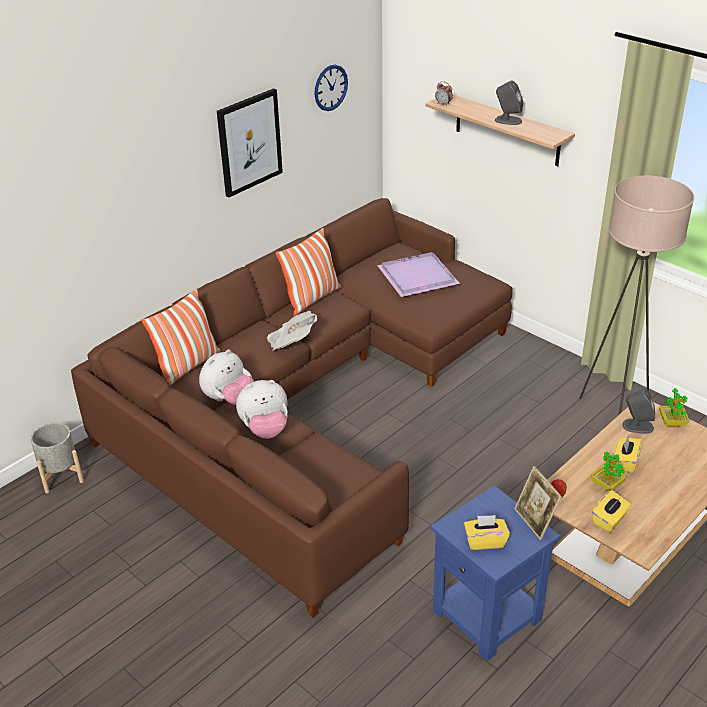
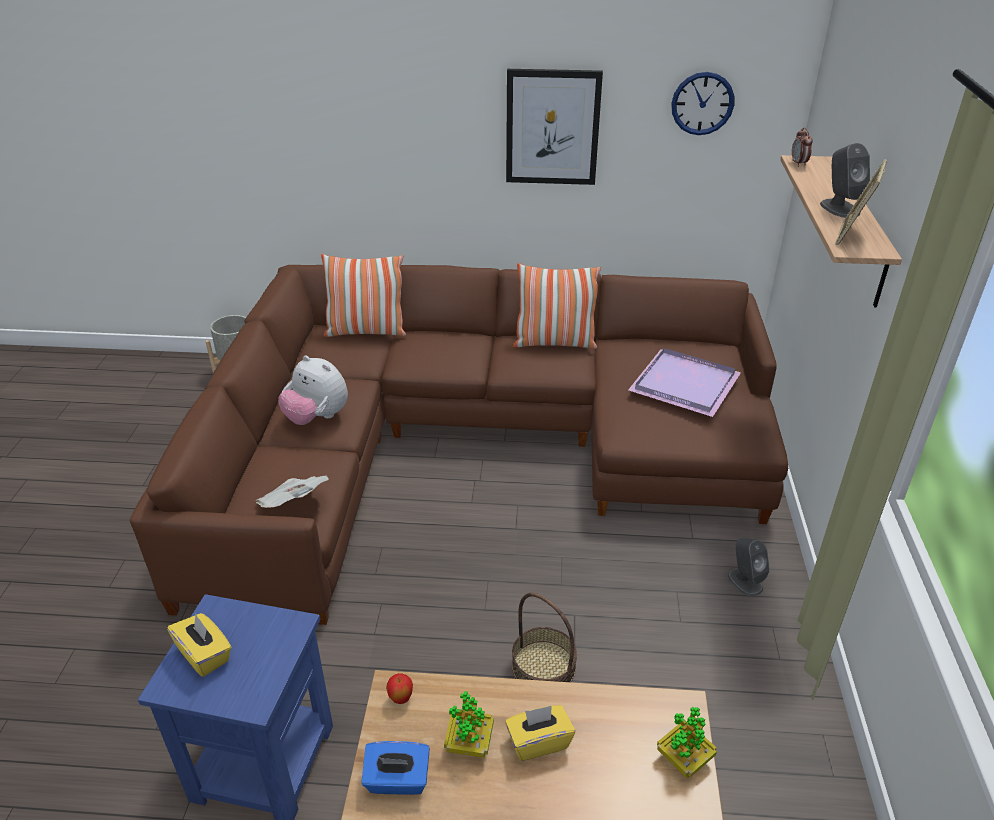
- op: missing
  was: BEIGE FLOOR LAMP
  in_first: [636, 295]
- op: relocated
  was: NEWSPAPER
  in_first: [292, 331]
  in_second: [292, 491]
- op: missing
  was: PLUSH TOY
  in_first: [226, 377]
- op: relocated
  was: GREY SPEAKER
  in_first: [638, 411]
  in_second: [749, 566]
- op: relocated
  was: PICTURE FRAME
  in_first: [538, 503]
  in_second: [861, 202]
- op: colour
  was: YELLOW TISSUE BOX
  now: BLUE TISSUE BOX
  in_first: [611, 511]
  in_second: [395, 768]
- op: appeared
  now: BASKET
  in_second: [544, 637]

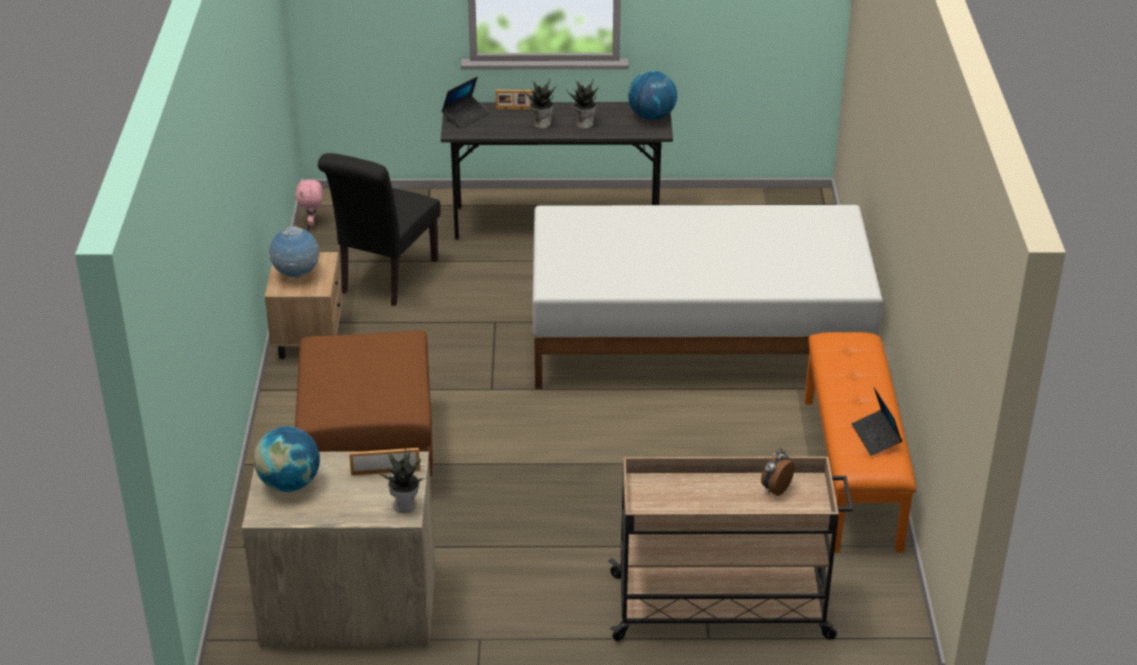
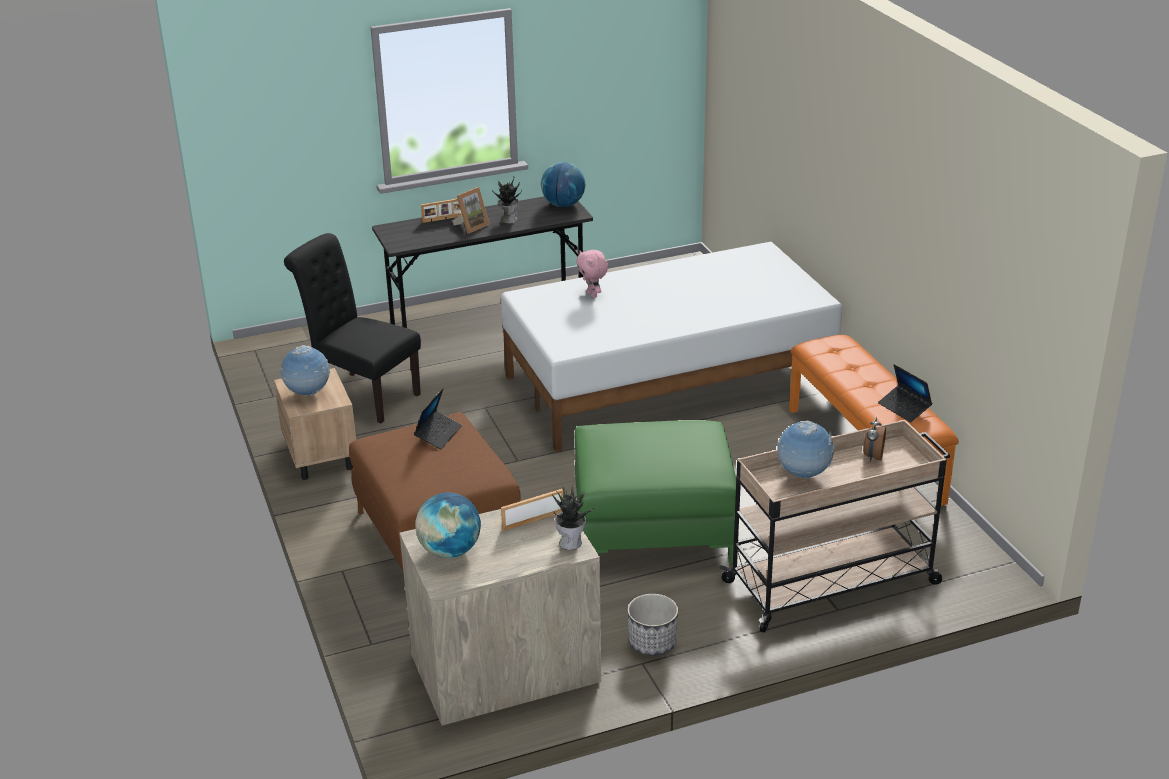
- op: relocated
  was: LAPTOP
  in_first: [466, 103]
  in_second: [438, 419]
- op: exchanged
  was: POTTED PLANT
  now: PICTURE FRAME
  in_first: [539, 103]
  in_second: [471, 210]
- op: spun
  was: BLACK CHAIR
  in_first: [379, 229]
  in_second: [352, 328]
  clockwise: 120
- op: relocated
  was: PINK PLUSH TOY
  in_first: [309, 202]
  in_second: [592, 274]
- op: appeared
  now: GREEN OTTOMAN
  in_second: [655, 492]
- op: appeared
  now: GLOBE
  in_second: [805, 449]
- op: appeared
  now: PLANTER
  in_second: [653, 624]

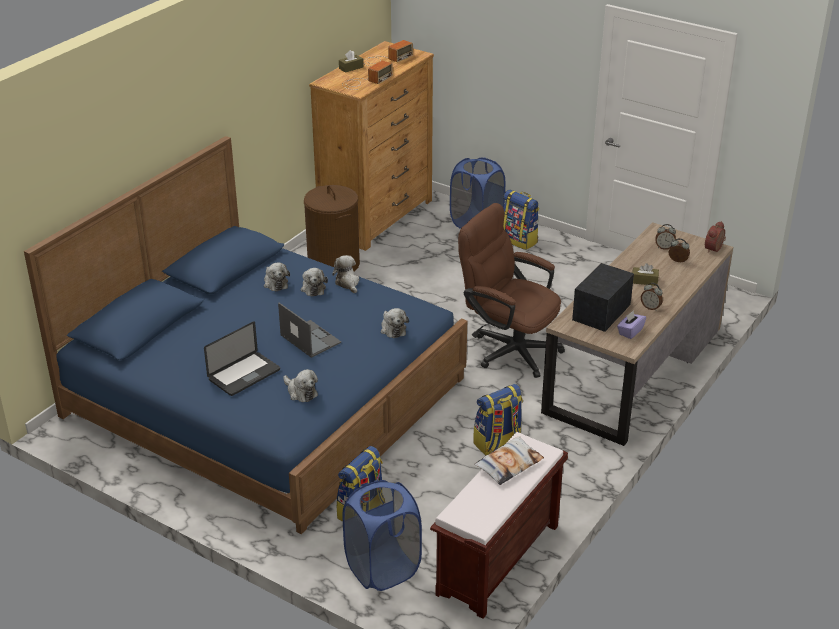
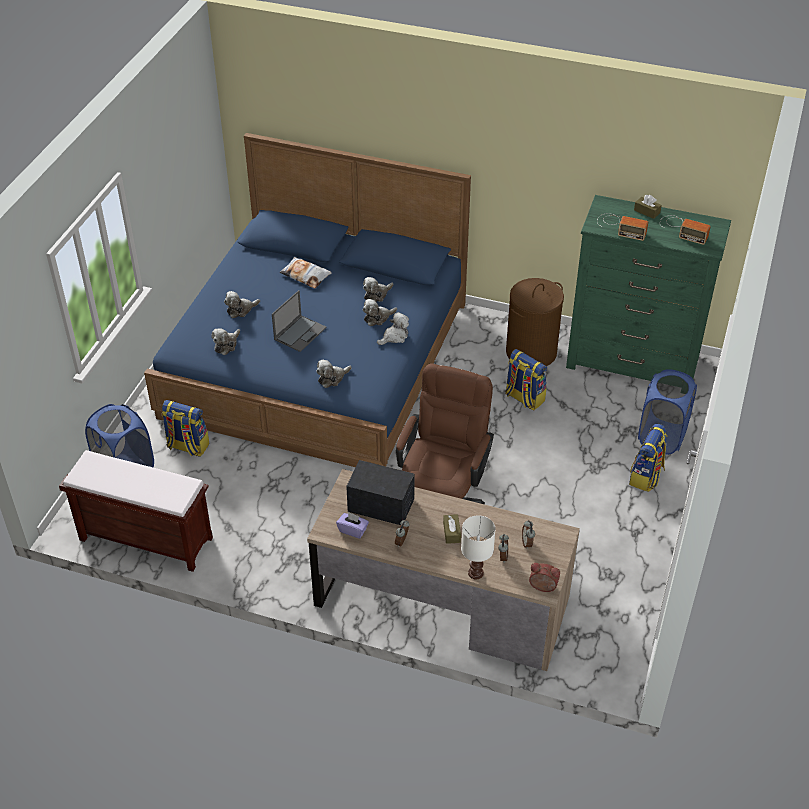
- op: colour
  was: BROWN DRESSER
  now: GREEN DRESSER
  in_first: [371, 146]
  in_second: [648, 288]
- op: exchanged
  was: LAPTOP
  now: PLUSH TOY
  in_first: [242, 358]
  in_second: [242, 304]
- op: relocated
  was: BACKPACK
  in_first: [498, 419]
  in_second: [526, 380]
- op: relocated
  was: PILLOW
  in_first: [509, 460]
  in_second: [305, 272]
- op: appeared
  now: WHITE TABLE LAMP
  in_second: [478, 547]

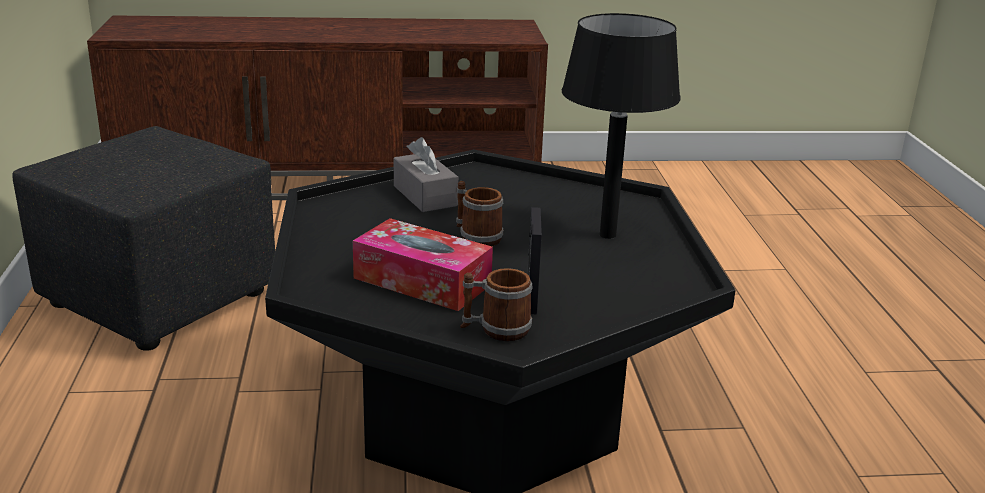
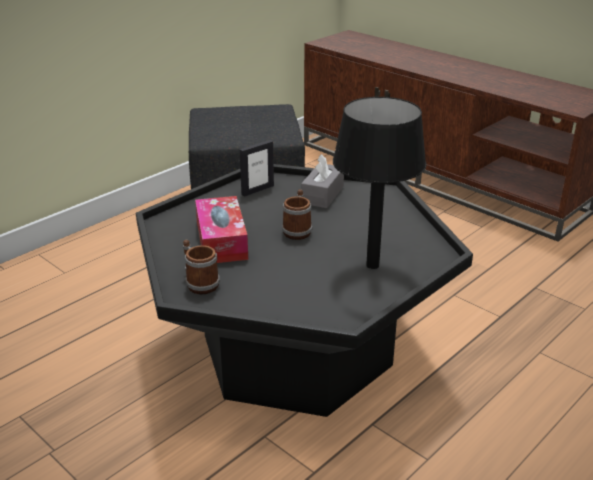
- op: relocated
  was: PICTURE FRAME
  in_first: [534, 260]
  in_second: [257, 168]

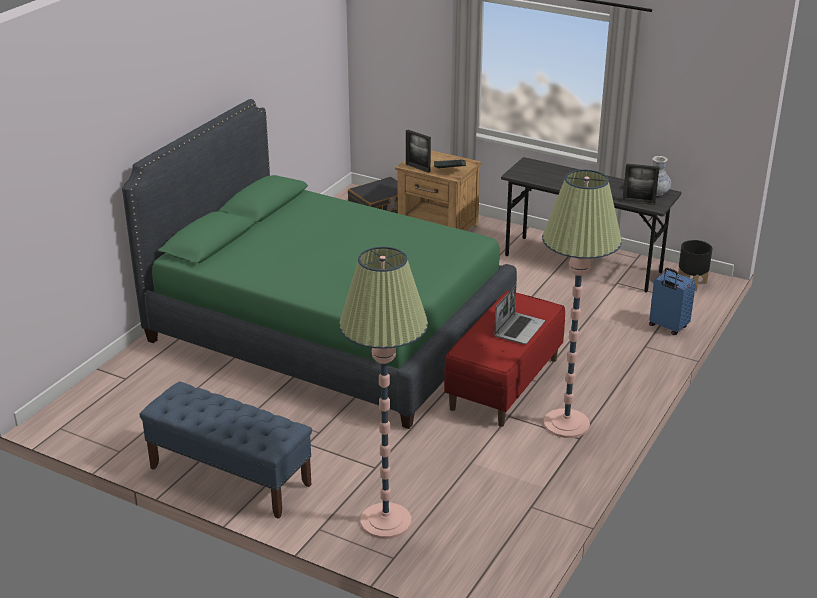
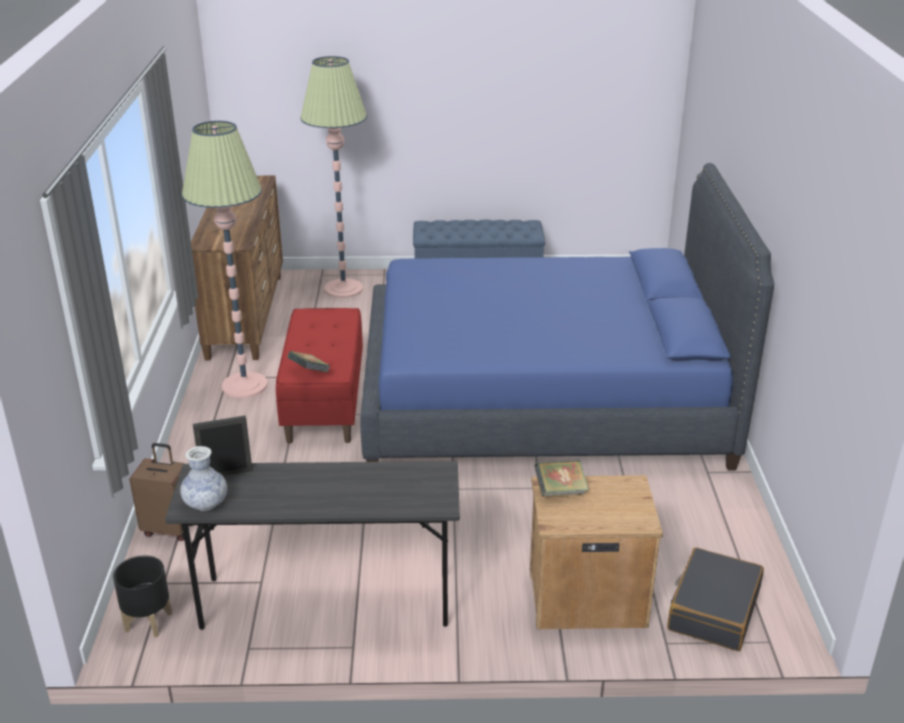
- op: colour
  was: GREEN BED
  now: BLUE BED
  in_first: [319, 264]
  in_second: [567, 316]
- op: missing
  was: PICTURE FRAME
  in_first: [418, 151]
- op: colour
  was: BLUE SUITCASE
  now: BROWN SUITCASE
  in_first: [672, 301]
  in_second: [161, 492]
- op: missing
  was: LAPTOP
  in_first: [519, 314]
- op: appeared
  now: BROWN DRESSER
  in_second: [237, 268]
- op: appeared
  now: BOOK
  in_second: [308, 361]

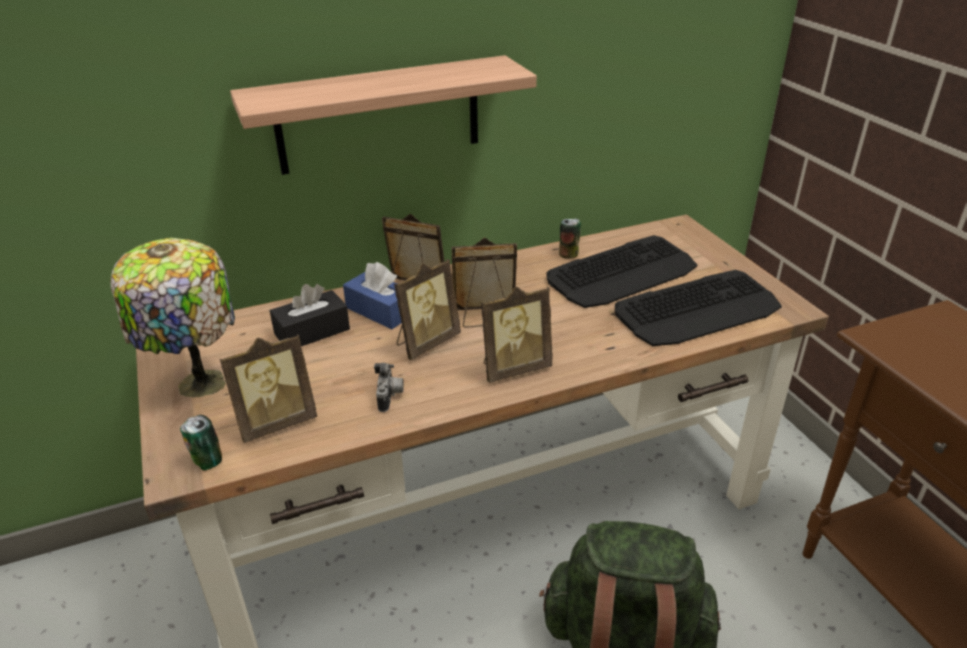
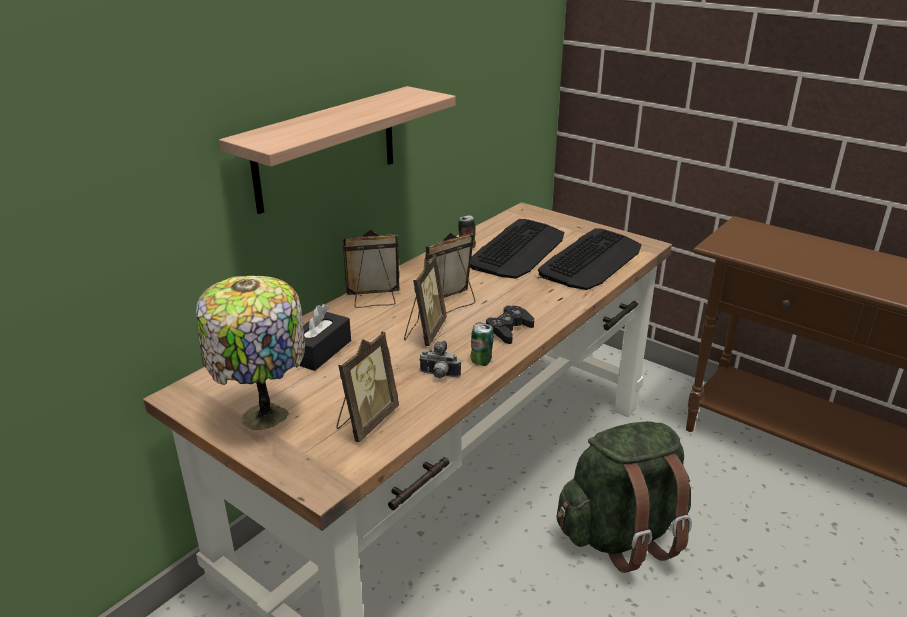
- op: missing
  was: BLUE TISSUE BOX
  in_first: [372, 295]
- op: exchanged
  was: PICTURE FRAME
  now: BLACK GAME CONTROLLER
  in_first: [516, 335]
  in_second: [510, 324]
- op: spun
  was: PHOTO CAMERA
  in_first: [389, 387]
  in_second: [440, 359]
  clockwise: 135
- op: relocated
  was: CAN
  in_first: [201, 443]
  in_second: [482, 344]

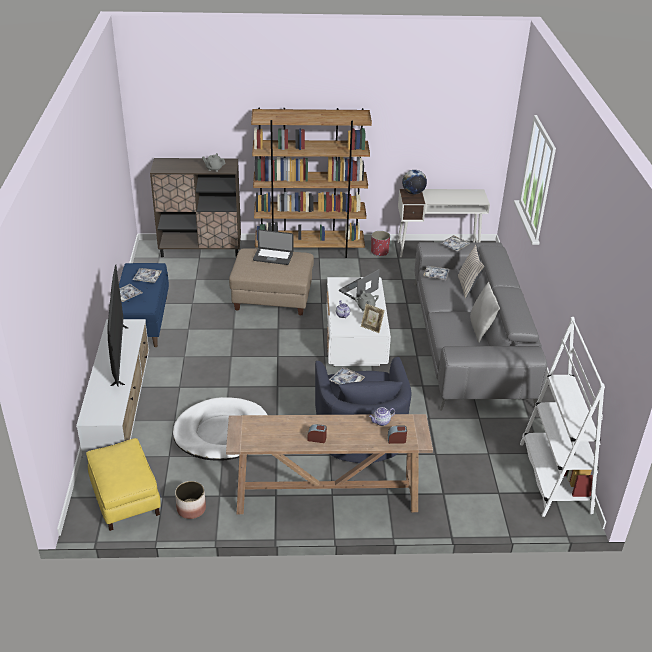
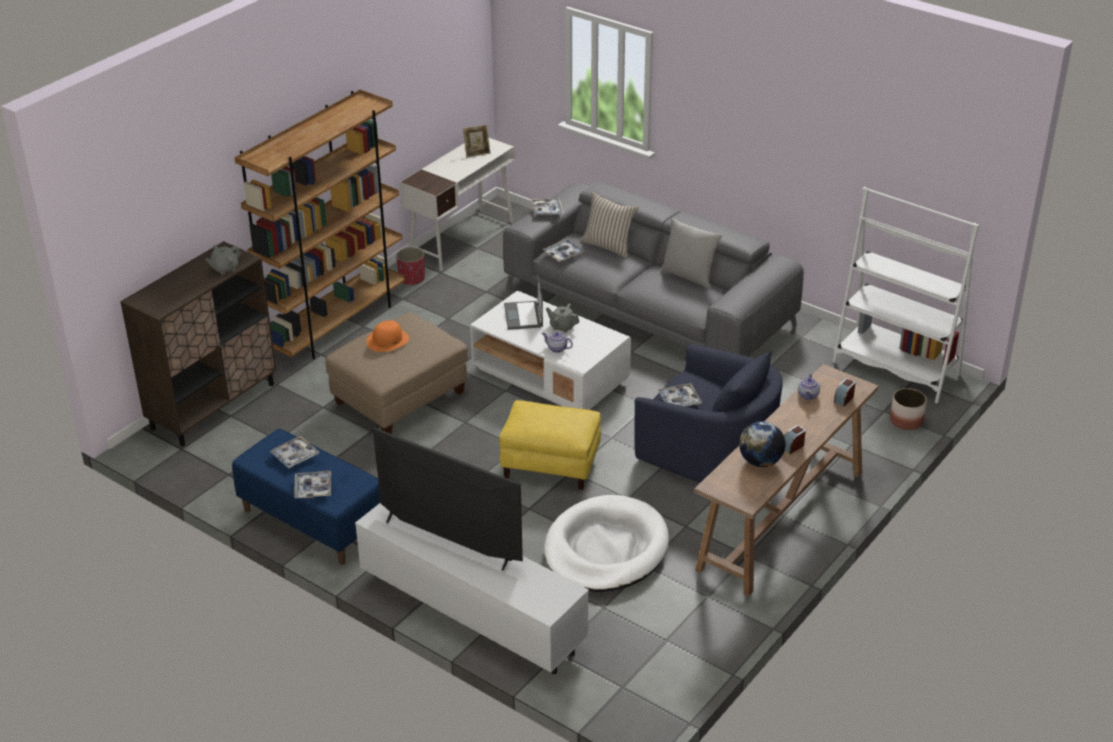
- op: relocated
  was: GLOBE
  in_first: [414, 182]
  in_second: [762, 444]
- op: exchanged
  was: LAPTOP
  now: ORANGE HAT
  in_first: [273, 247]
  in_second: [387, 336]
- op: relocated
  was: PICTURE FRAME
  in_first: [373, 318]
  in_second: [477, 141]
- op: relocated
  was: YELLOW OTTOMAN
  in_first: [123, 484]
  in_second: [550, 445]
- op: relocated
  was: PLANTER
  in_first: [190, 500]
  in_second: [908, 409]

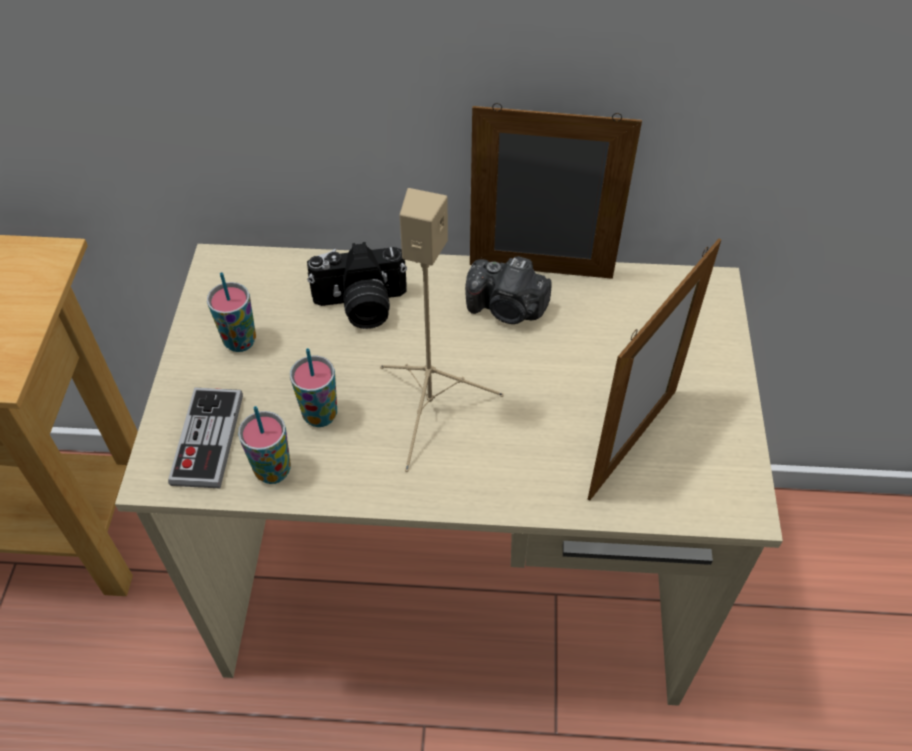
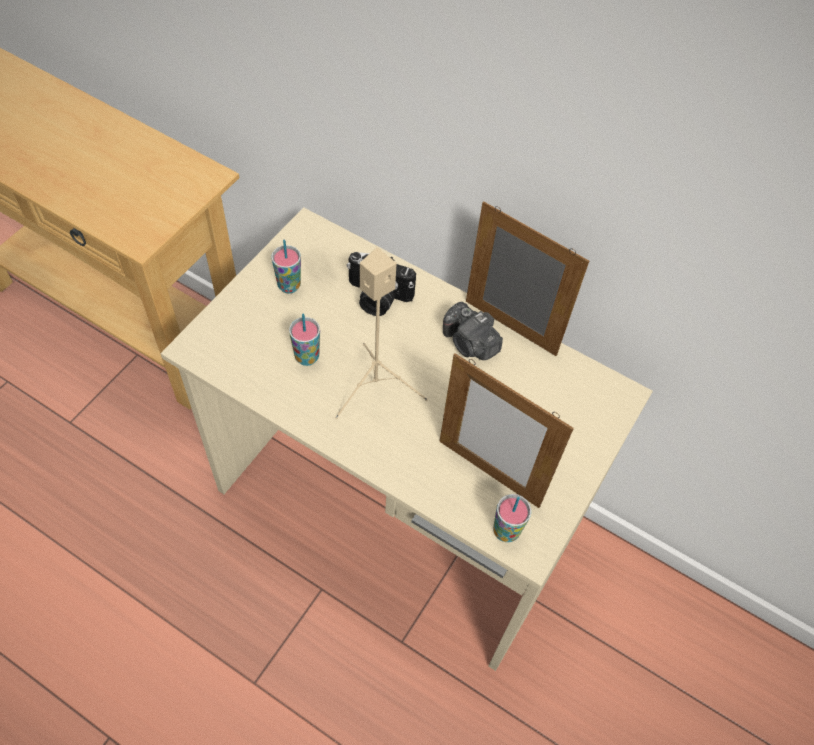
- op: spun
  was: PICTURE FRAME
  in_first: [654, 369]
  in_second: [506, 430]
  clockwise: 60
- op: missing
  was: GAME CONTROLLER
  in_first: [205, 437]
- op: relocated
  was: CUP
  in_first: [264, 445]
  in_second: [512, 518]

